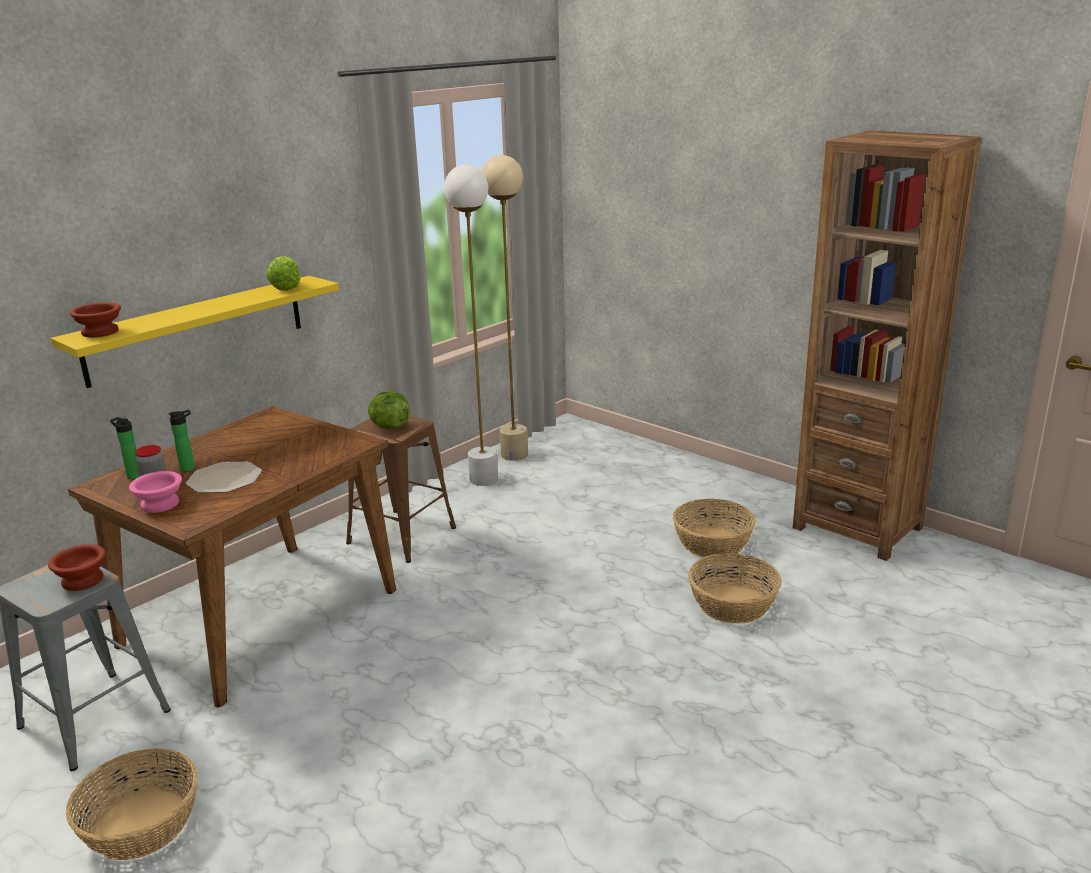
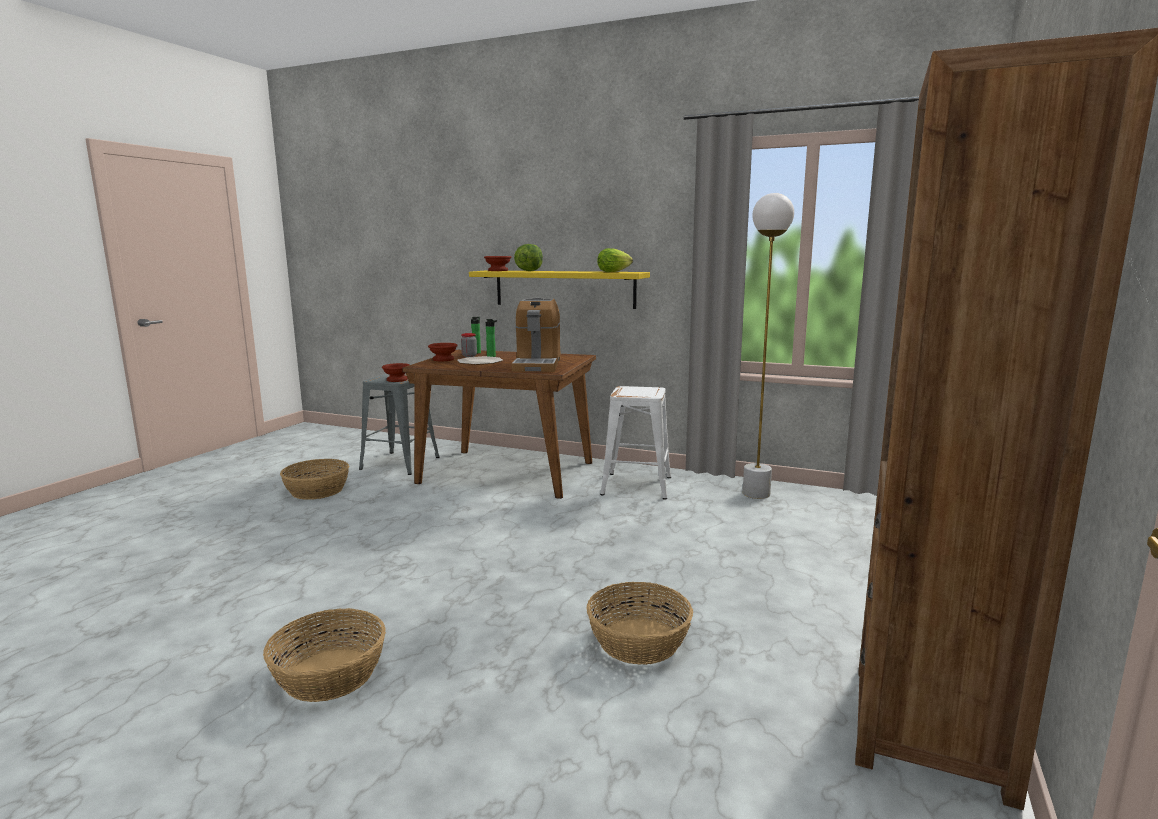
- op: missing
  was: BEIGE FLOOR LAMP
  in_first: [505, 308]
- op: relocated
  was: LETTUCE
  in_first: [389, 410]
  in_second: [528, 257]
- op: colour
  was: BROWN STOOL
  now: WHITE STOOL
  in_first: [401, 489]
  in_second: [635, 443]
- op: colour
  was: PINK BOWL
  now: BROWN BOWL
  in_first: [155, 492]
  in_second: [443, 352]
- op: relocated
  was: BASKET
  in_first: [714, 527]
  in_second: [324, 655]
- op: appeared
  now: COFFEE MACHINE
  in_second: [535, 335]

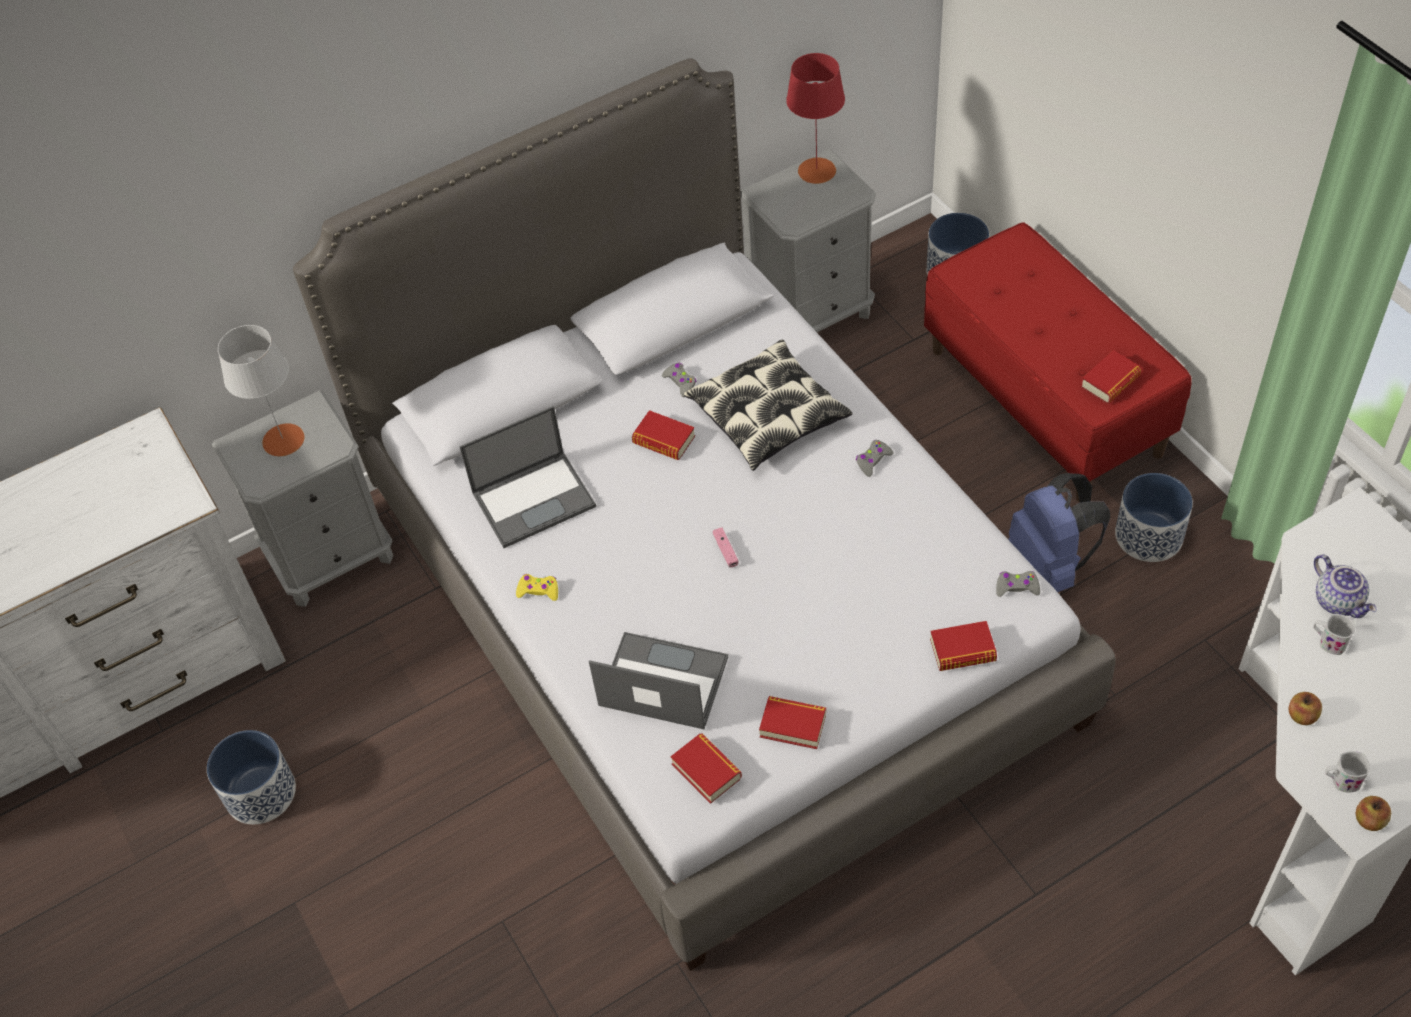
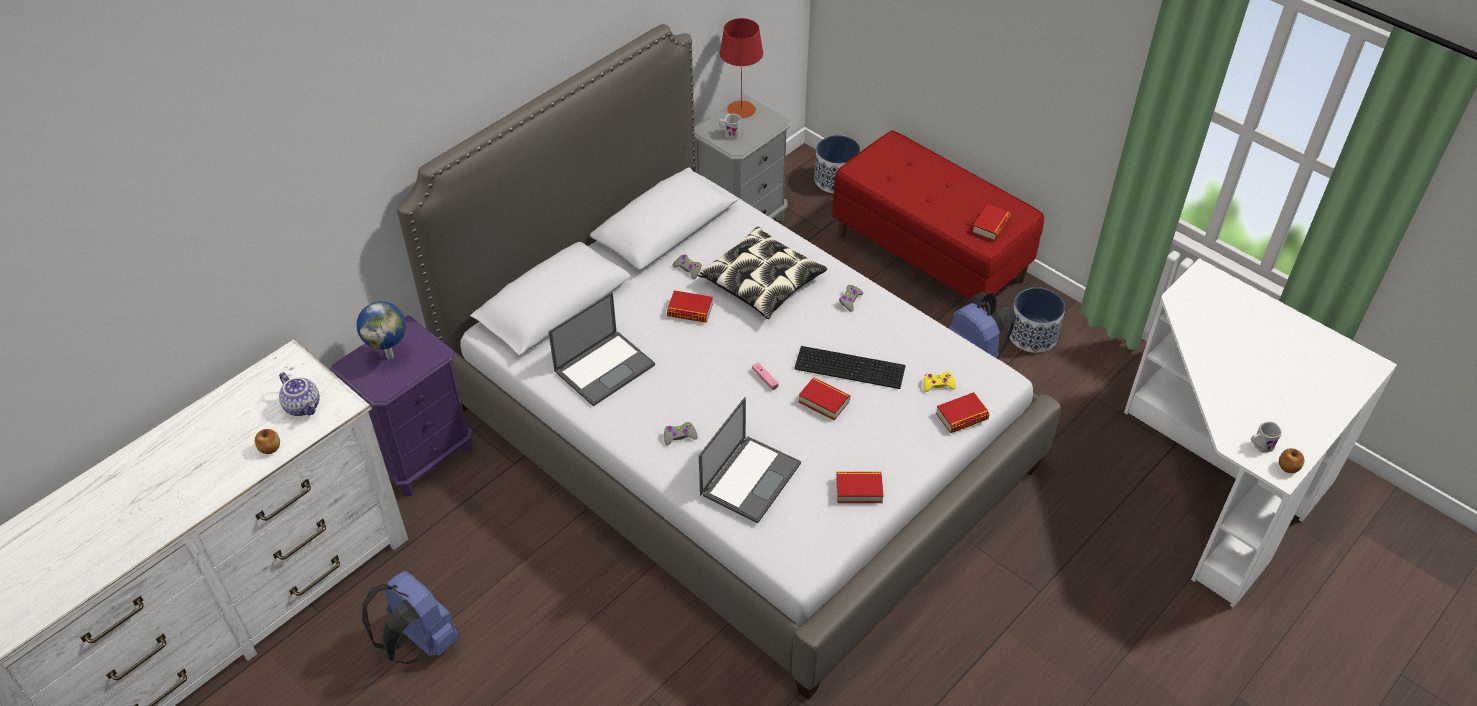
- op: exchanged
  was: GREY TABLE LAMP
  now: GLOBE
  in_first: [261, 390]
  in_second: [381, 330]
- op: colour
  was: GREY NIGHTSTAND
  now: PURPLE NIGHTSTAND
  in_first: [302, 498]
  in_second: [401, 405]
- op: relocated
  was: TEAPOT
  in_first: [1345, 586]
  in_second: [299, 394]
- op: relocated
  was: GREY GAME CONTROLLER
  in_first: [1018, 584]
  in_second: [681, 433]
- op: relocated
  was: YELLOW GAME CONTROLLER
  in_first: [537, 587]
  in_second: [939, 382]
- op: relocated
  was: WHITE MUG
  in_first: [1334, 634]
  in_second: [730, 126]
- op: spun
  was: LAPTOP
  in_first: [658, 680]
  in_second: [750, 460]
  clockwise: 120
- op: relocated
  was: APPLE
  in_first: [1305, 708]
  in_second: [267, 441]
- op: exchanged
  was: PLANTER
  now: BLUE BACKPACK
  in_first: [251, 777]
  in_second: [410, 617]
- op: relocated
  was: BOOK
  in_first: [706, 768]
  in_second: [824, 398]
- op: appeared
  now: KEYBOARD
  in_second: [850, 367]

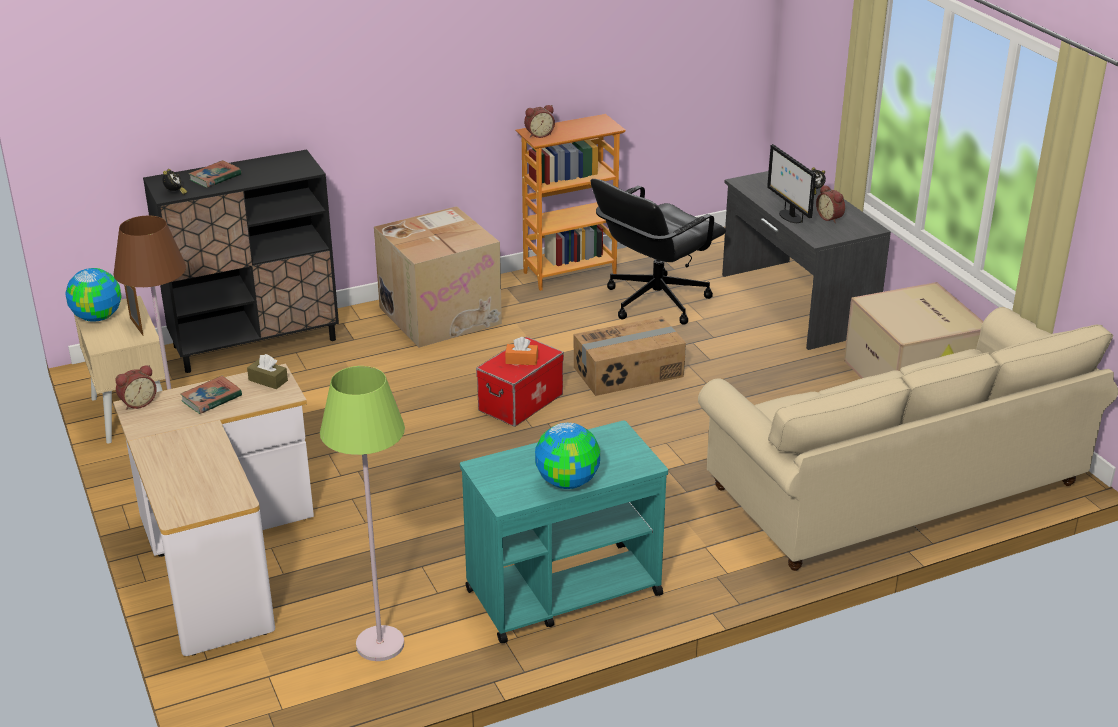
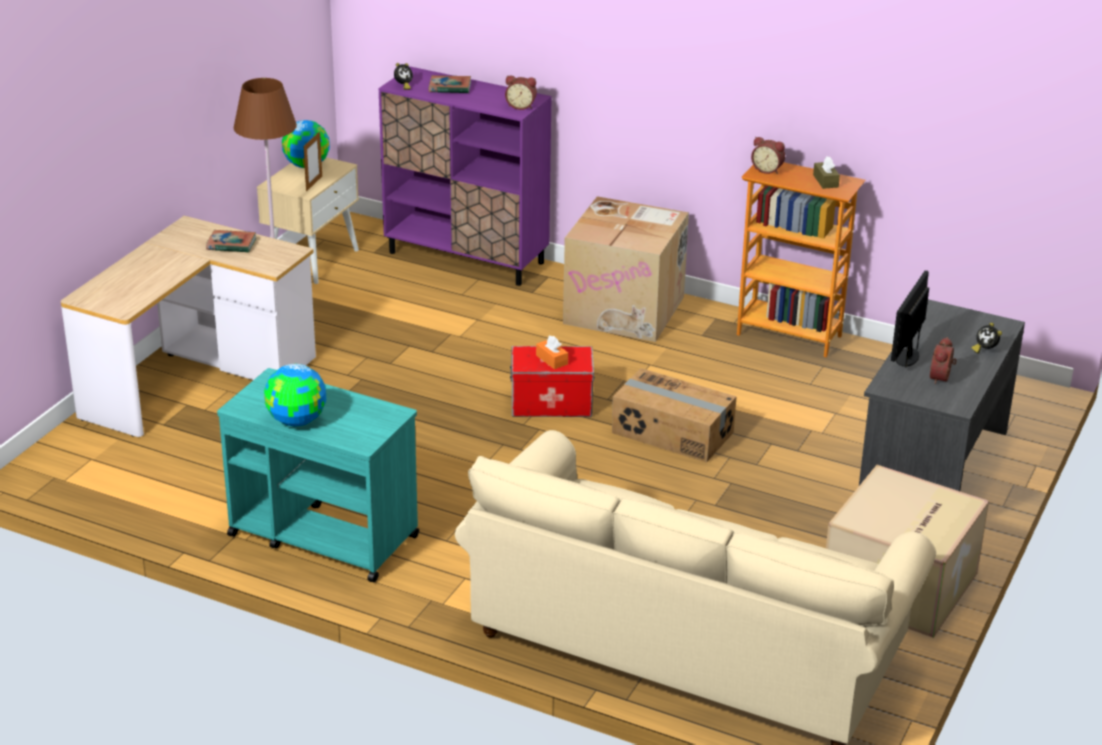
- op: colour
  was: BLACK CABINET
  now: PURPLE CABINET
  in_first: [241, 261]
  in_second: [465, 176]
- op: missing
  was: BLACK OFFICE CHAIR
  in_first: [658, 252]
- op: relocated
  was: BROWN TISSUE BOX
  in_first: [267, 371]
  in_second: [826, 172]
- op: relocated
  was: ALARM CLOCK
  in_first: [136, 387]
  in_second: [521, 92]
- op: missing
  was: GREEN FLOOR LAMP
  in_first: [362, 513]

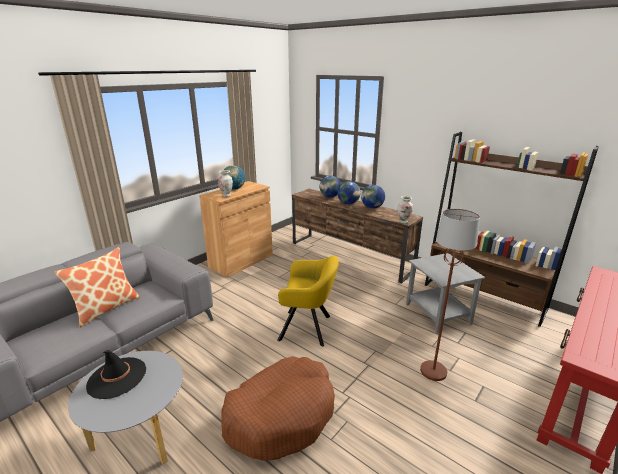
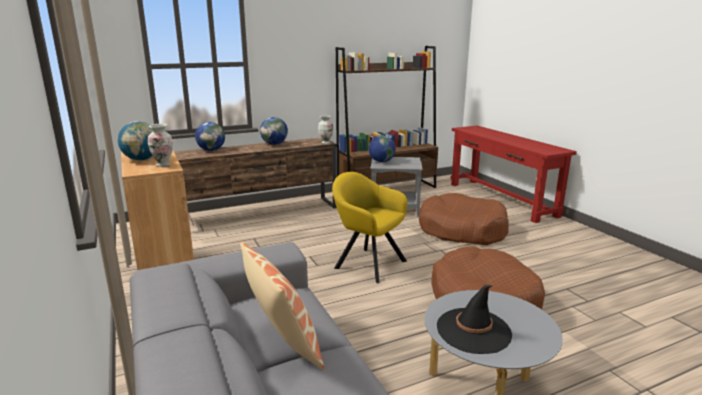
- op: relocated
  was: GLOBE
  in_first: [348, 192]
  in_second: [382, 148]
- op: exchanged
  was: BROWN FLOOR LAMP
  now: BROWN DOG BED
  in_first: [450, 295]
  in_second: [464, 219]
- op: spun
  was: YELLOW ARMCHAIR
  in_first: [308, 301]
  in_second: [370, 227]
  clockwise: -90

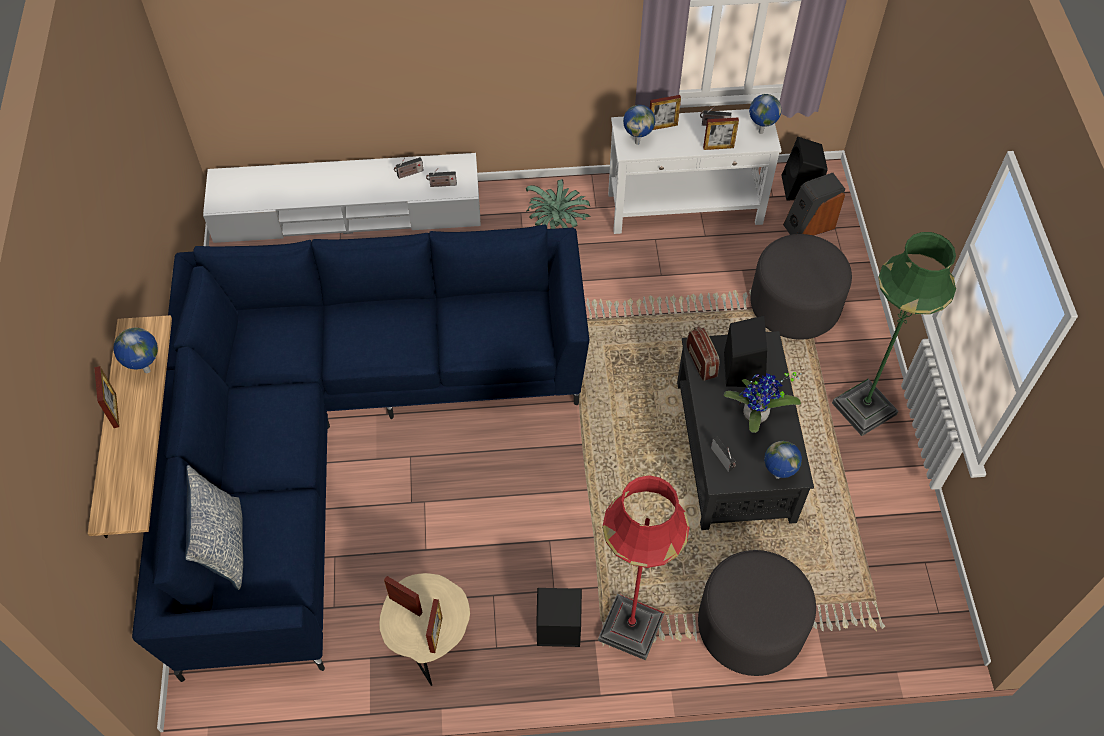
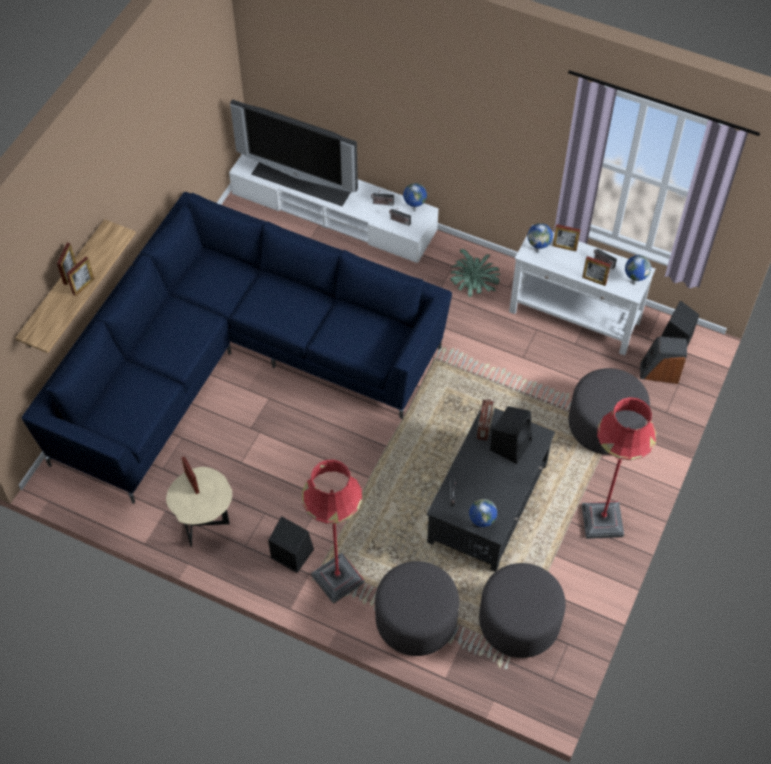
- op: colour
  was: GREEN FLOOR LAMP
  now: RED FLOOR LAMP
  in_first: [894, 334]
  in_second: [619, 468]
- op: relocated
  was: GLOBE
  in_first: [136, 350]
  in_second: [415, 197]
- op: missing
  was: POTTED PLANT
  in_first: [763, 402]
- op: missing
  was: PILLOW
  in_first: [214, 527]
- op: relocated
  was: PICTURE FRAME
  in_first: [434, 626]
  in_second: [80, 276]
- op: appeared
  now: TELEVISION
  in_second: [294, 153]
- op: appeared
  now: GREY OTTOMAN
  in_second: [522, 610]

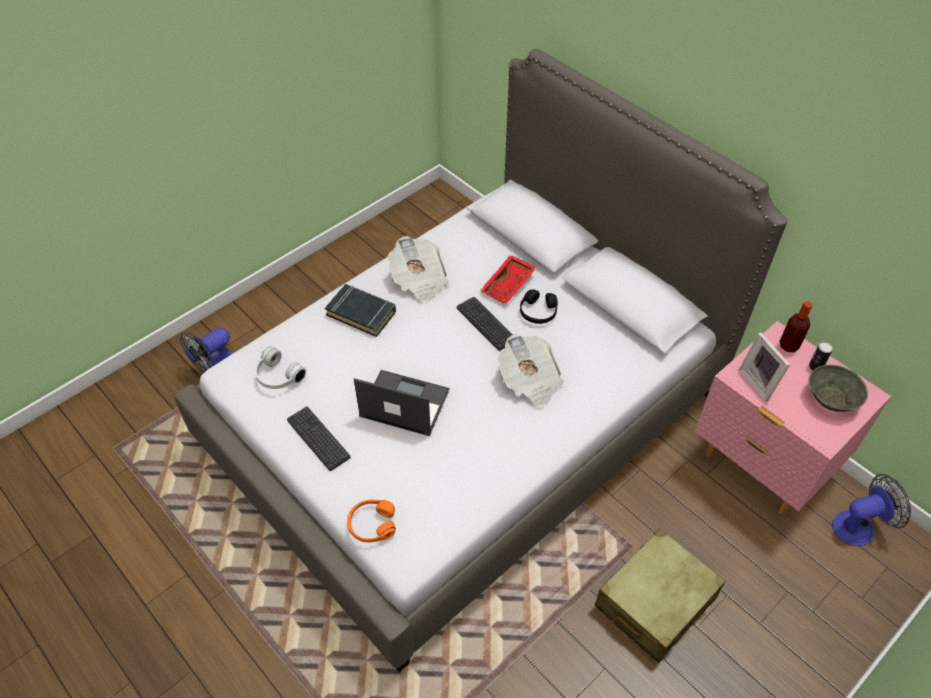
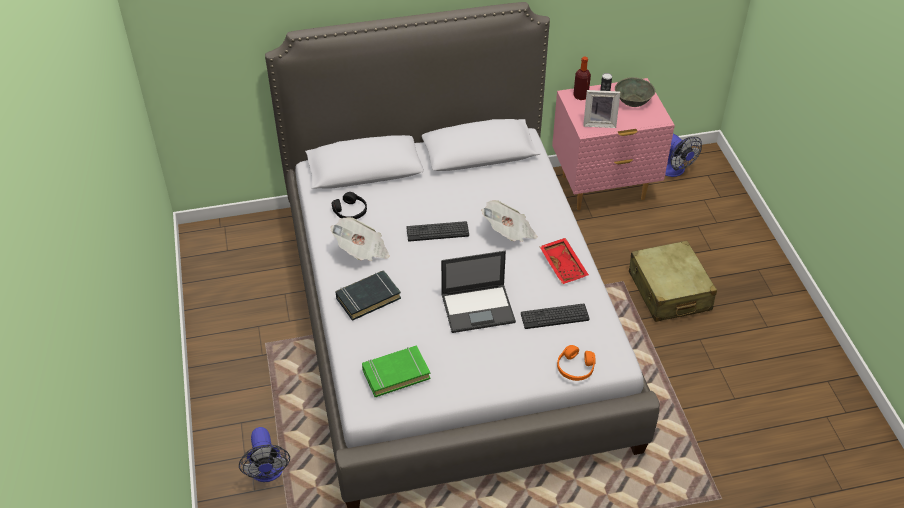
- op: relocated
  was: RED TRAY
  in_first: [508, 279]
  in_second: [564, 261]
- op: relocated
  was: BLACK HEADPHONES
  in_first: [539, 306]
  in_second: [349, 205]
- op: exchanged
  was: WHITE HEADPHONES
  now: GREEN BOOK
  in_first: [280, 367]
  in_second: [396, 371]
- op: spun
  was: LAPTOP
  in_first: [402, 403]
  in_second: [478, 292]
  clockwise: -150
- op: relocated
  was: KEYBOARD
  in_first: [319, 438]
  in_second: [555, 316]
- op: spun
  was: FAN
  in_first: [871, 510]
  in_second: [683, 155]
  clockwise: 135

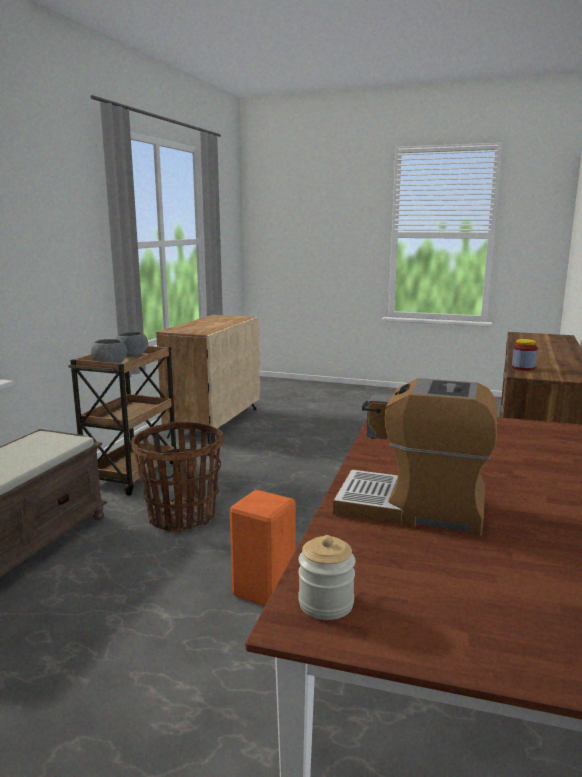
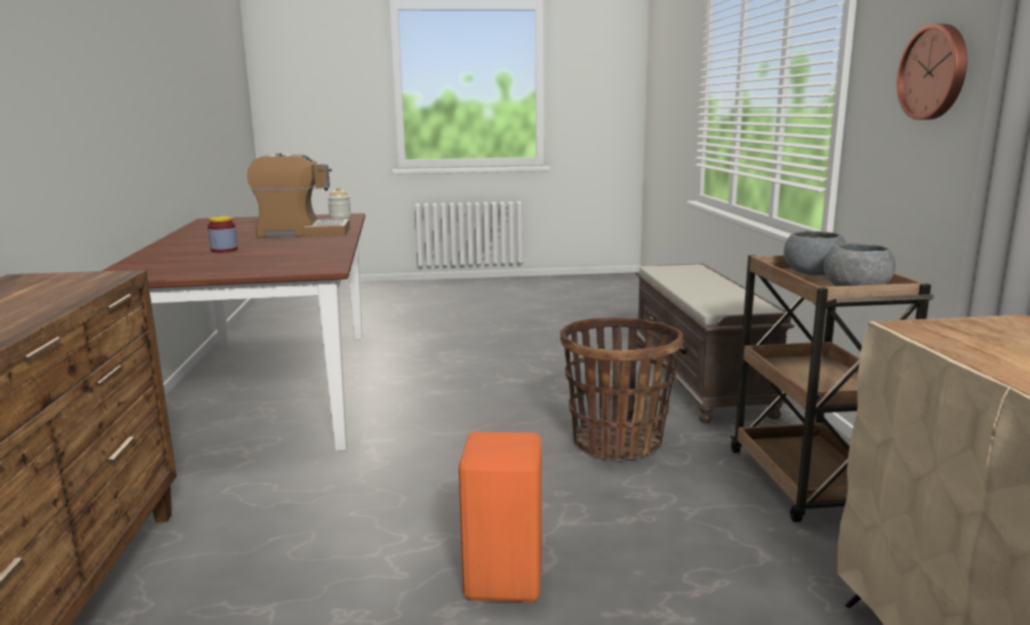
- op: relocated
  was: JAR
  in_first: [524, 355]
  in_second: [223, 234]
- op: relocated
  was: ORANGE STOOL
  in_first: [263, 548]
  in_second: [500, 517]
- op: appeared
  now: WALL CLOCK
  in_second: [932, 72]

